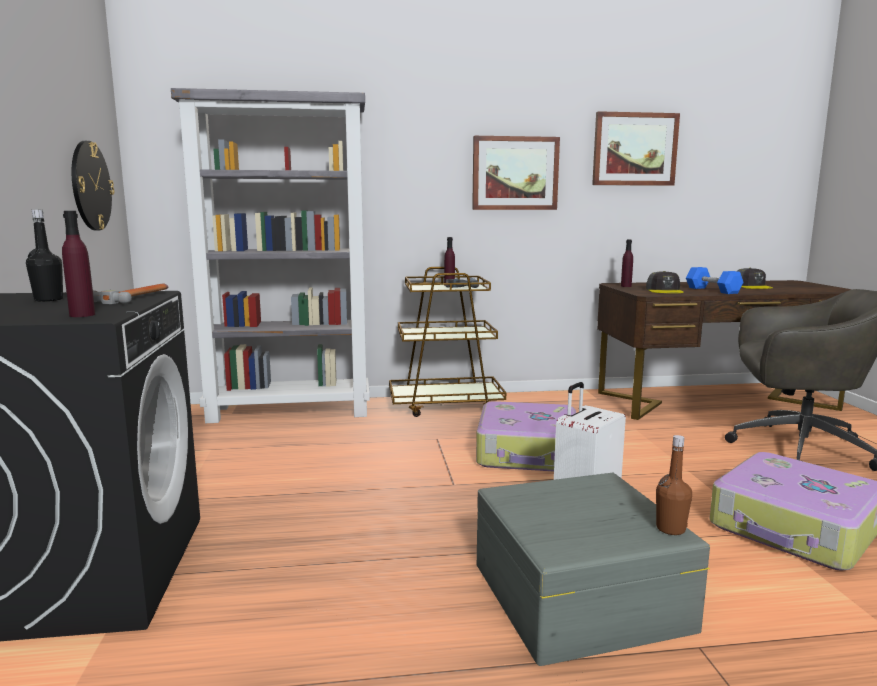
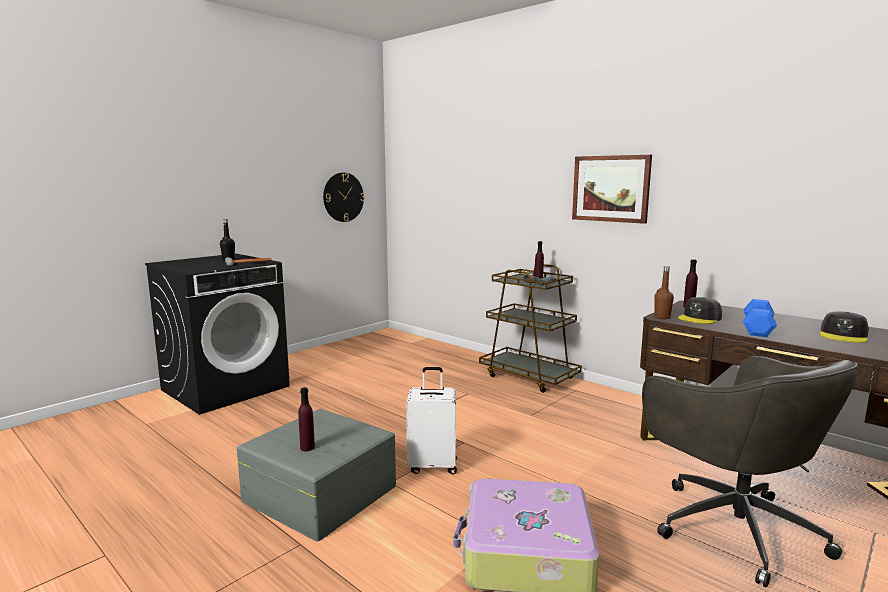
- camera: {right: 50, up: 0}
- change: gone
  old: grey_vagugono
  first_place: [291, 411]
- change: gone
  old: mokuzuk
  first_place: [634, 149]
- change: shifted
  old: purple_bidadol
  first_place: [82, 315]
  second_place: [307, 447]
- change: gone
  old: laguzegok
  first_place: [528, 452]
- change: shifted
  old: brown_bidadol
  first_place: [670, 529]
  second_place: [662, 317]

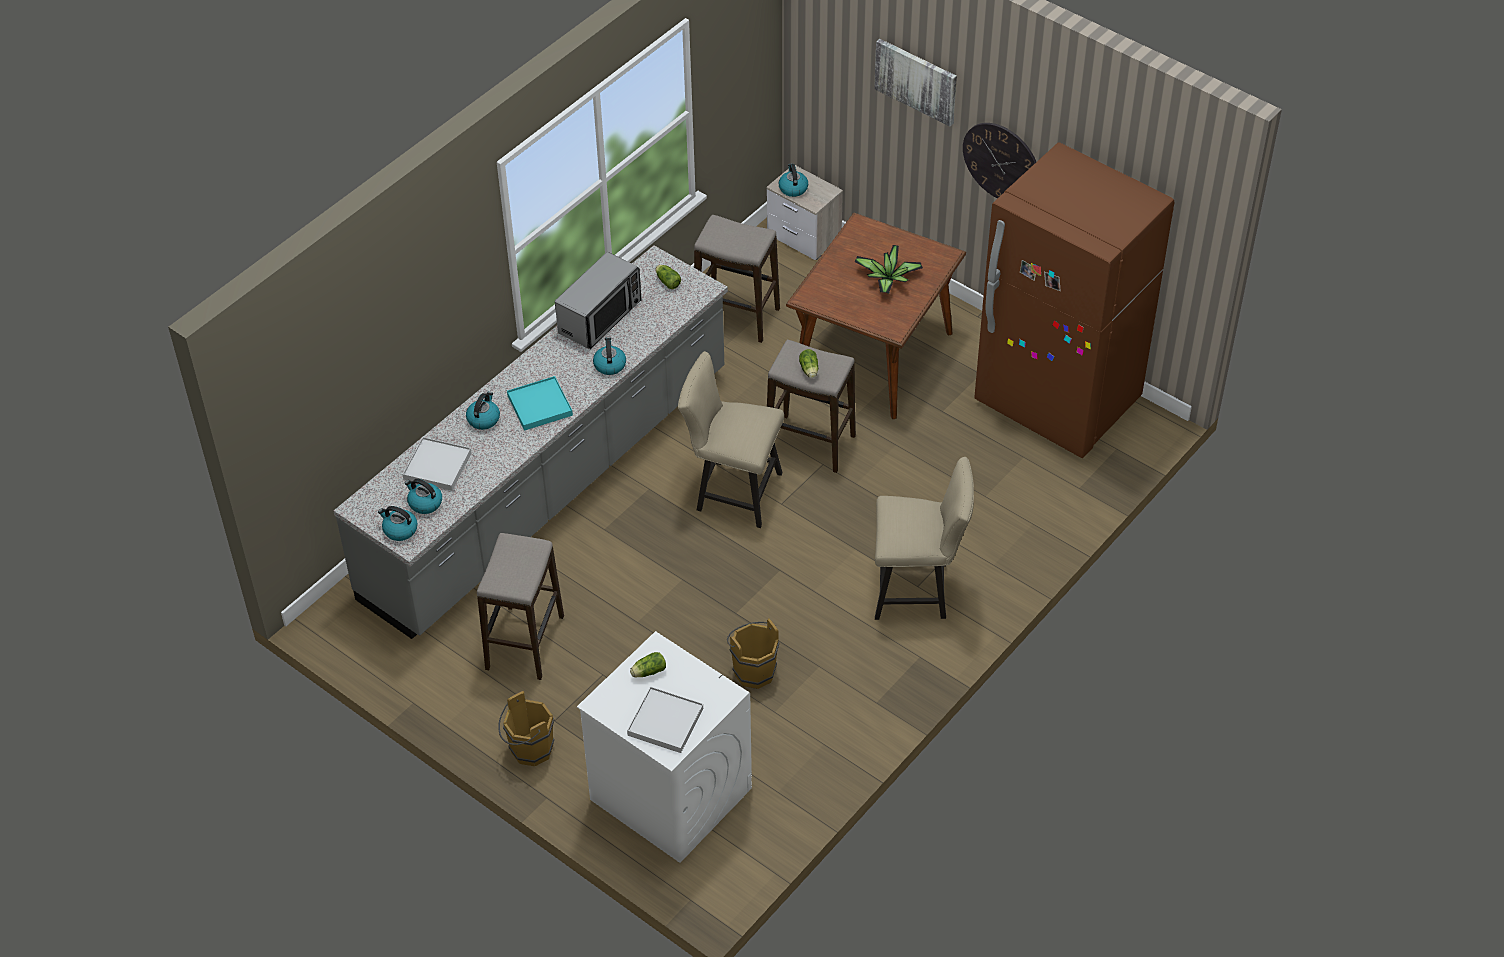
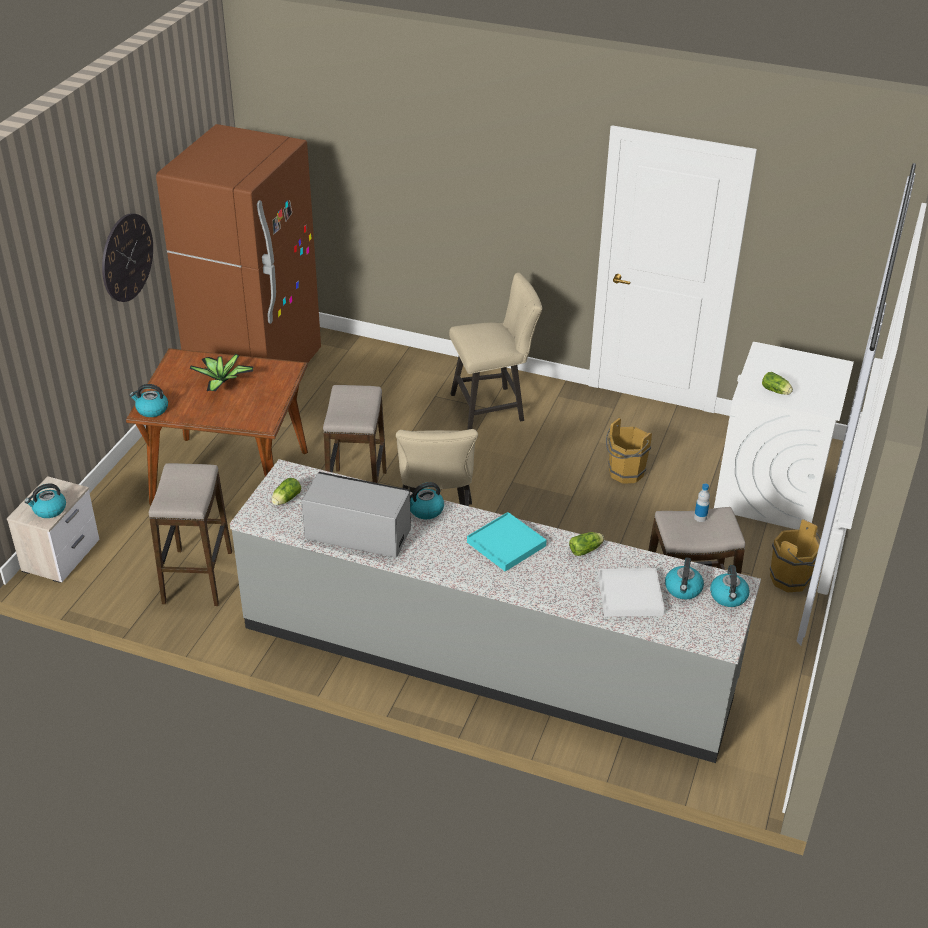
- camera: {right: -110, up: -10}
- change: gone
  old: mokuzuk
  first_place: [916, 81]
- change: shifted
  old: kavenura
  first_place: [809, 370]
  second_place: [586, 549]
- change: shifted
  old: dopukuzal
  first_place: [483, 419]
  second_place: [151, 410]
- change: rotated
  old: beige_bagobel
  first_place: [918, 590]
  second_place: [493, 407]
  degrees: 90
- change: gone
  old: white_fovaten
  first_place: [665, 722]
- change: new
  new: bidadol
  second_place: [700, 517]

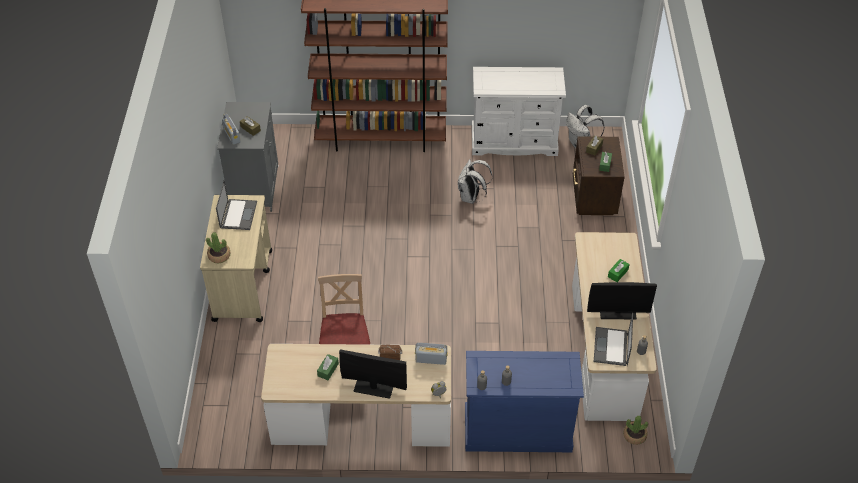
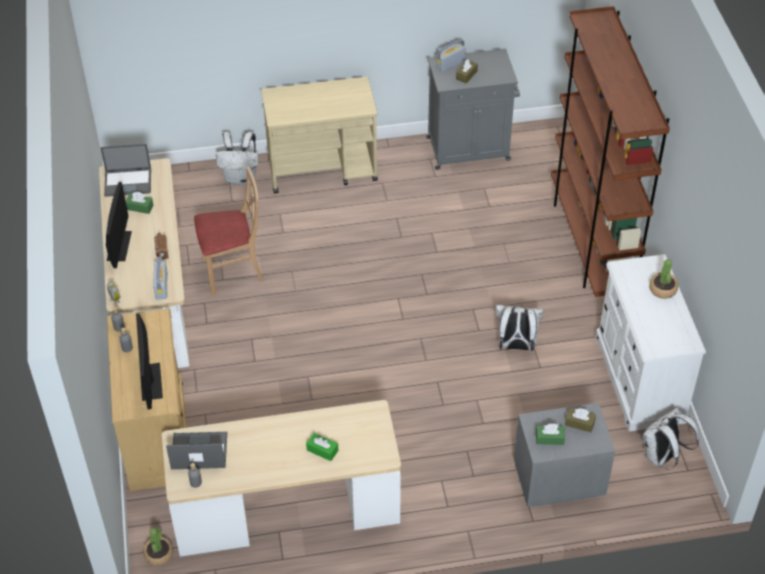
- camera: {right: 80, up: 0}
- change: repainted
  old: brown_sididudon
  new: grey_sididudon
  first_place: [593, 198]
  second_place: [556, 480]
- change: shifted
  old: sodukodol
  first_place: [238, 214]
  second_place: [128, 182]
- change: shifted
  old: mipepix
  first_place: [219, 256]
  second_place: [663, 289]
- change: shifted
  old: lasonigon
  first_place: [617, 312]
  second_place: [151, 381]
- change: repainted
  old: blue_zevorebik
  new: beige_zevorebik
  first_place: [517, 429]
  second_place: [157, 435]
- change: new
  new: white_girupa
  second_place: [241, 178]

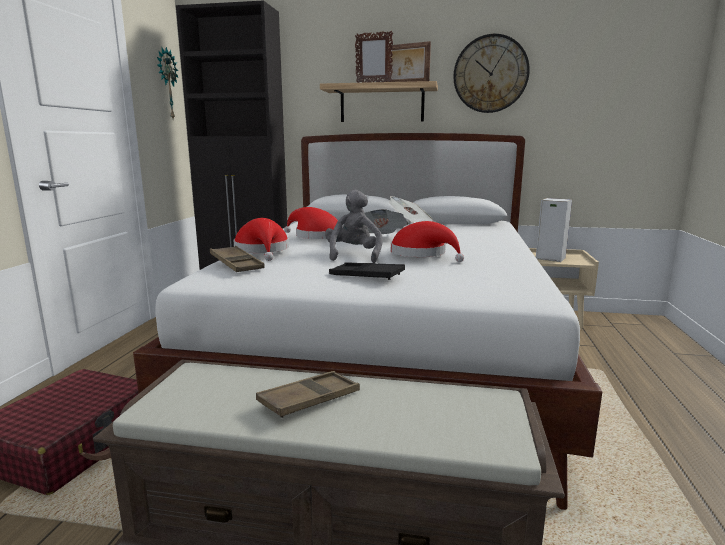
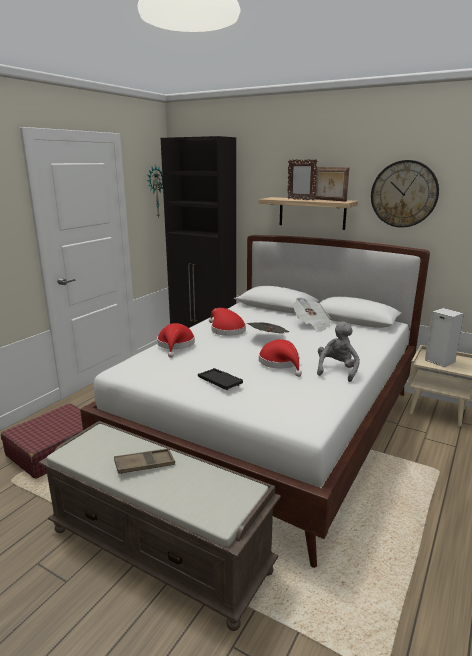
- camera: {right: 20, up: 5}
- change: shifted
  old: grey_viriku
  first_place: [353, 256]
  second_place: [337, 370]
- change: gone
  old: brown_fovaten
  first_place: [236, 264]

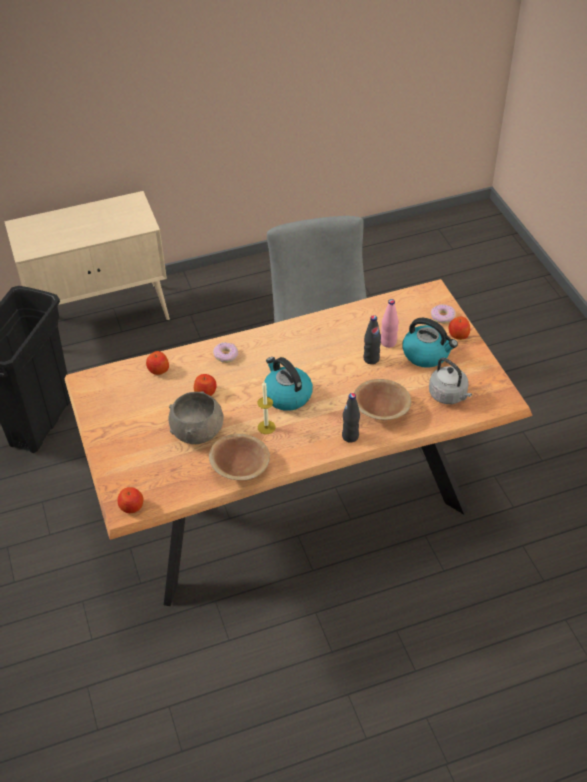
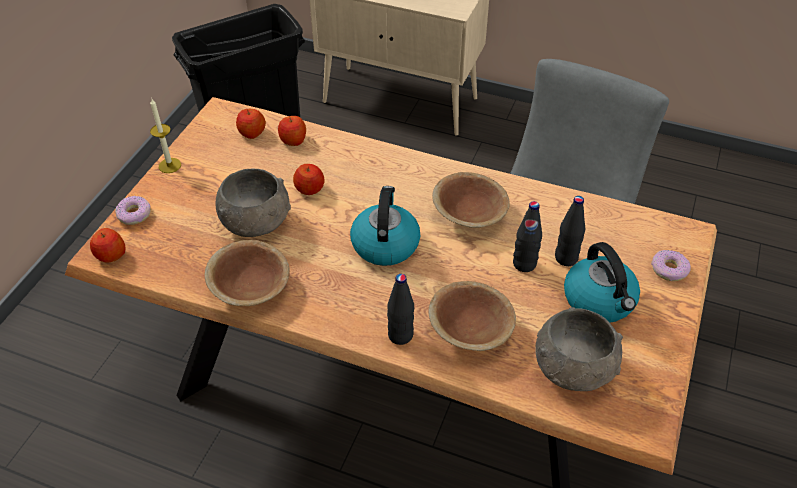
- camera: {right: 40, up: 0}
- change: repainted
  old: pink_bidadol
  new: black_bidadol
  first_place: [388, 342]
  second_place: [566, 258]
- change: shifted
  old: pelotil
  first_place: [458, 335]
  second_place: [252, 132]
- change: shifted
  old: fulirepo
  first_place: [226, 355]
  second_place: [134, 214]
- change: swapped
  old: grey_dopukuzal
  new: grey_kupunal
  first_place: [449, 395]
  second_place: [574, 369]
- change: shifted
  old: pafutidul
  first_place: [266, 427]
  second_place: [169, 165]
- change: new
  new: brown_kupunal
  second_place: [469, 214]

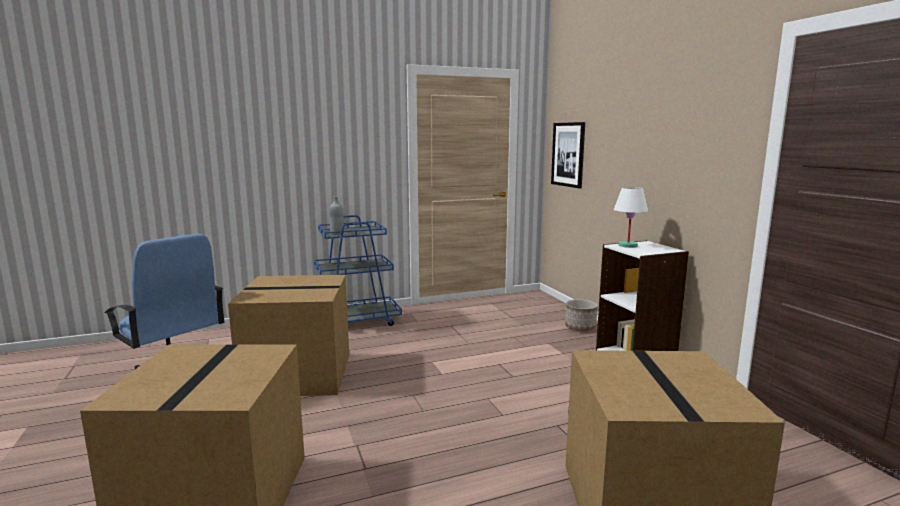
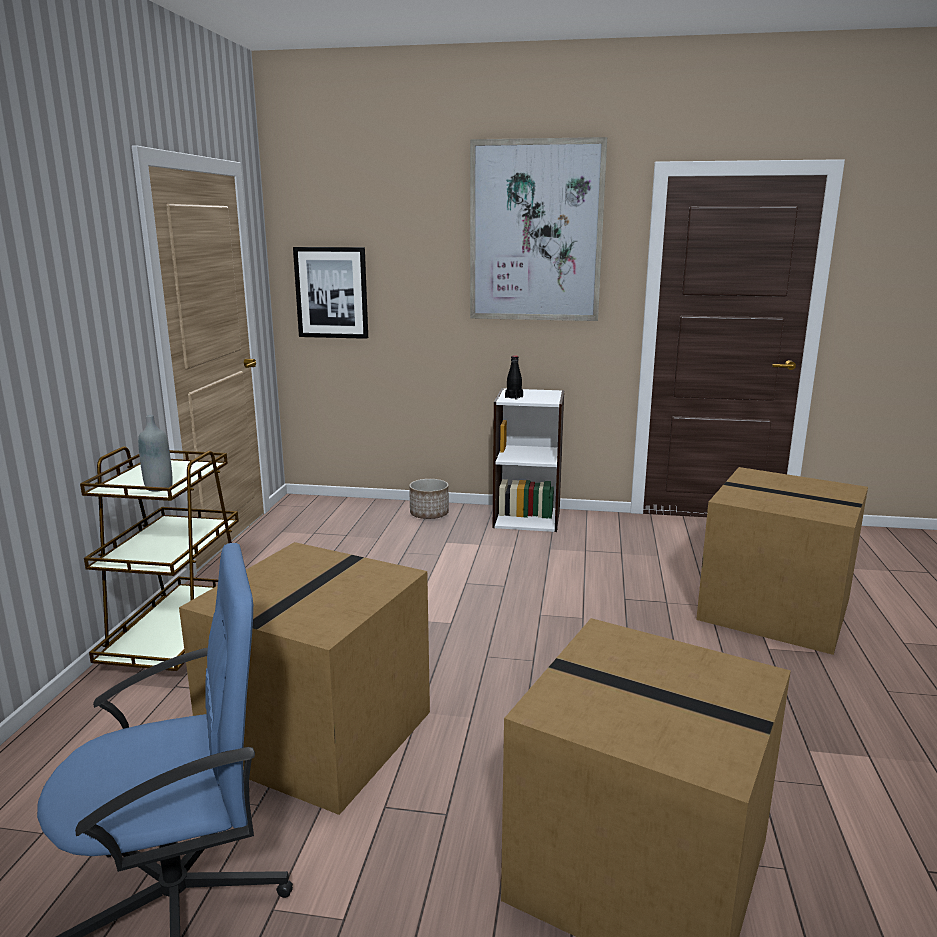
- camera: {right: -60, up: 5}
- change: swapped
  old: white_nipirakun
  new: black_bidadol
  first_place: [627, 245]
  second_place: [514, 397]
- change: repainted
  old: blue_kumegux
  new: brown_kumegux
  first_place: [356, 321]
  second_place: [180, 639]
- change: new
  new: mokuzuk
  second_place: [535, 232]

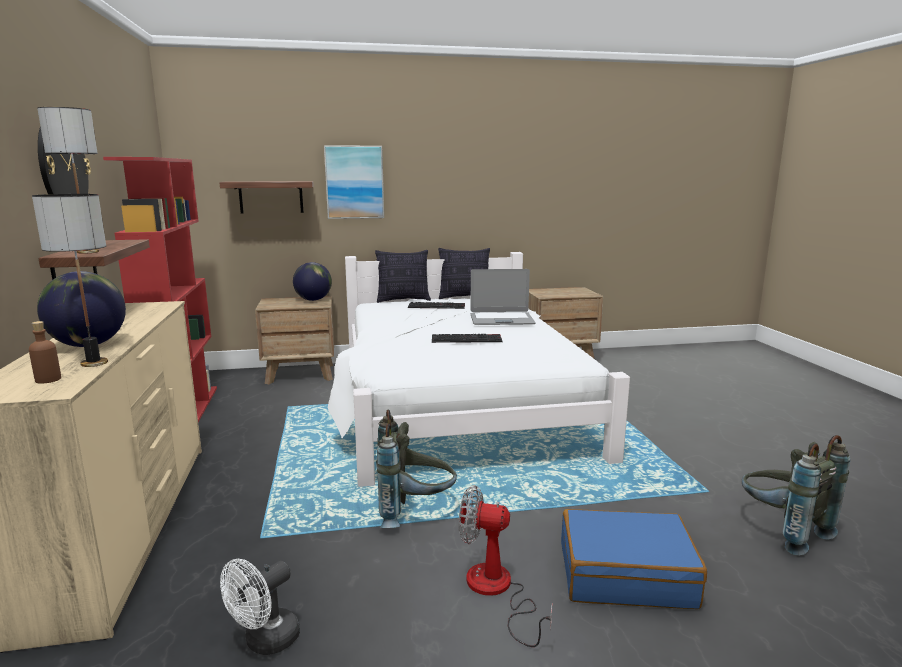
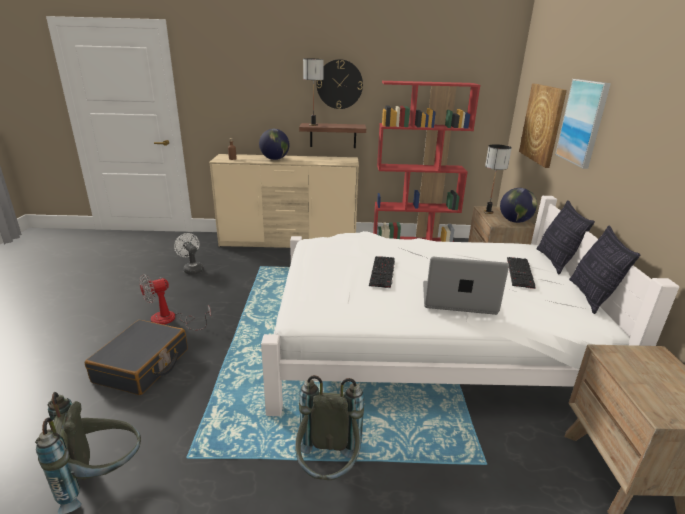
- camera: {right: 100, up: 10}
- change: swapped
  old: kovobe
  new: mokuzuk
  first_place: [271, 197]
  second_place: [542, 124]
- change: shifted
  old: nipirakun
  first_place: [94, 363]
  second_place: [488, 212]
- change: rotated
  old: sodukodol
  first_place: [501, 320]
  second_place: [458, 299]
  degrees: 90
- change: shifted
  old: grey_girupa
  first_place: [414, 512]
  second_place: [328, 470]
- change: rotated
  old: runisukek
  first_place: [496, 591]
  second_place: [171, 320]
  degrees: -150
- change: repainted
  old: blue_laguzegok
  new: black_laguzegok
  first_place: [625, 574]
  second_place: [142, 366]

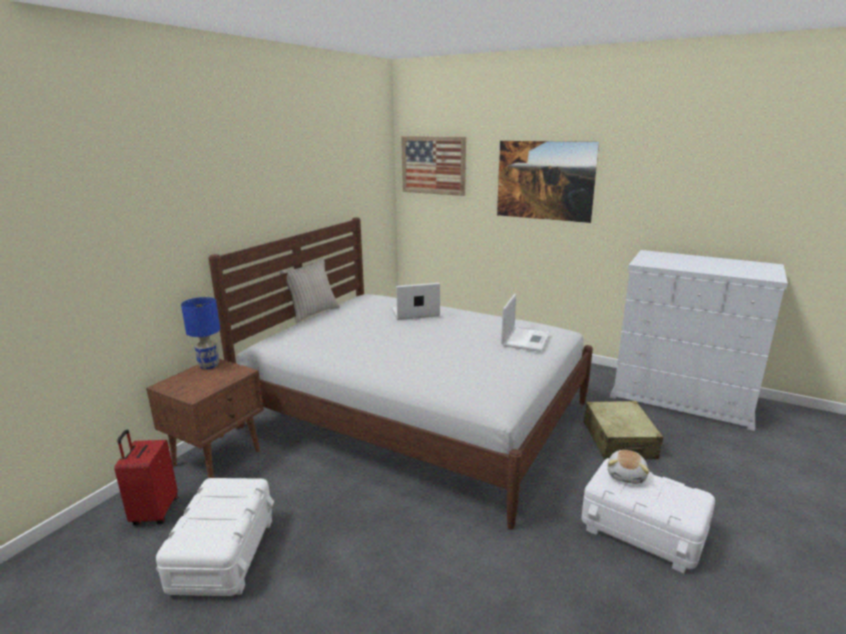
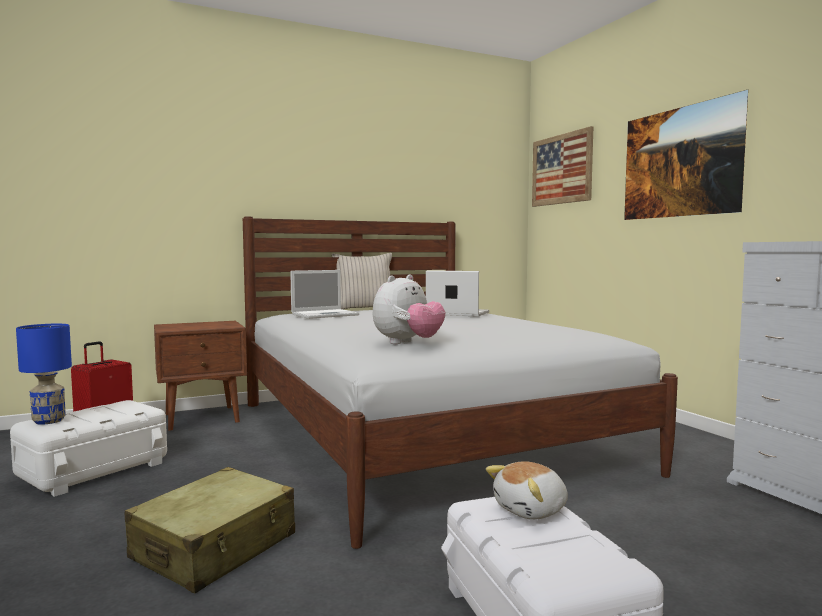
- camera: {right: 35, up: -15}
- change: shifted
  old: sodukodol
  first_place: [525, 339]
  second_place: [326, 314]
- change: shifted
  old: blue_nipirakun
  first_place: [209, 365]
  second_place: [49, 421]
- change: shifted
  old: beige_laguzegok
  first_place: [619, 440]
  second_place: [215, 547]
- change: new
  new: viriku
  second_place: [408, 343]

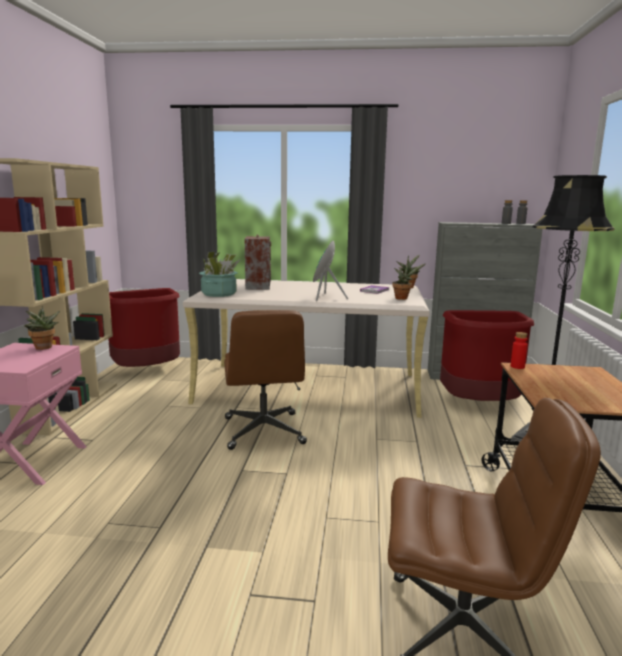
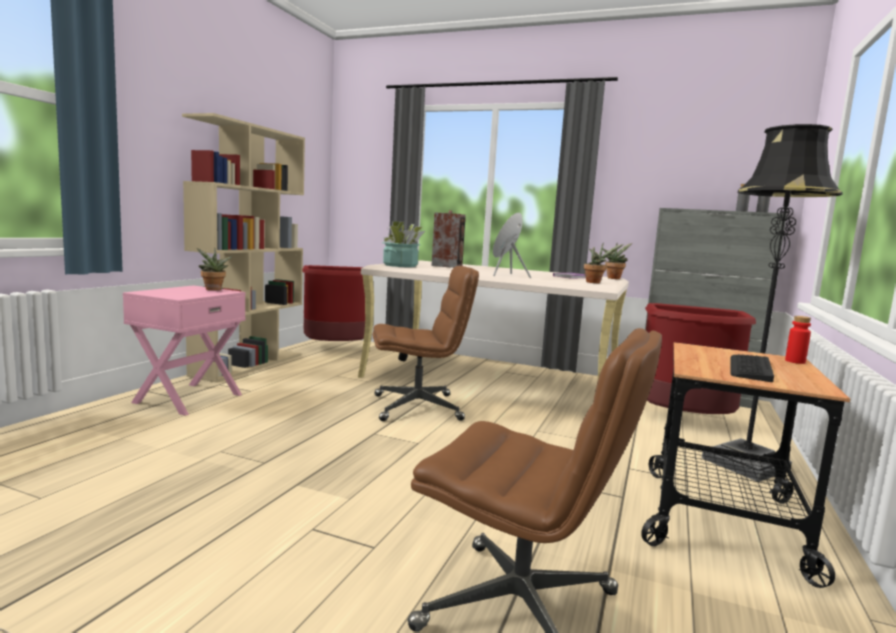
- camera: {right: 15, up: -5}
- change: rotated
  old: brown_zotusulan
  first_place: [264, 431]
  second_place: [418, 407]
  degrees: -105
- change: shifted
  old: red_bidadol
  first_place: [517, 366]
  second_place: [795, 361]
- change: new
  new: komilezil
  second_place: [750, 368]

